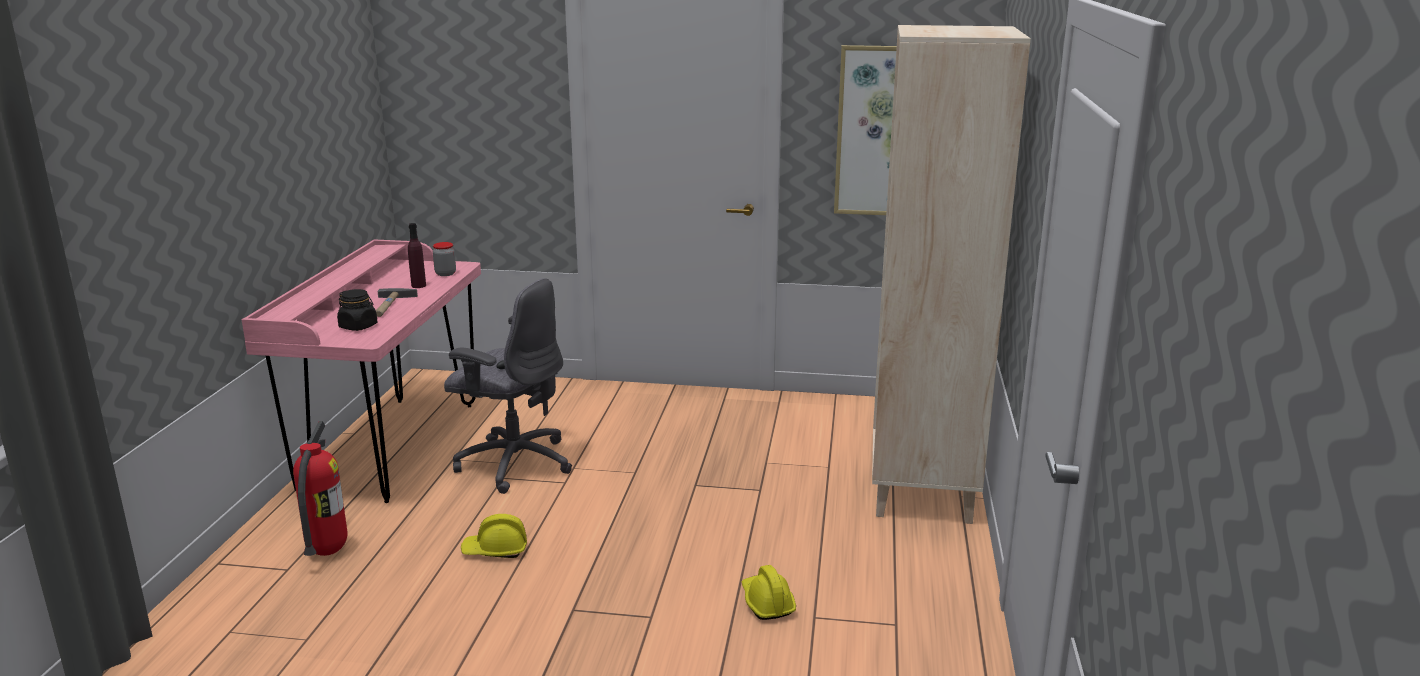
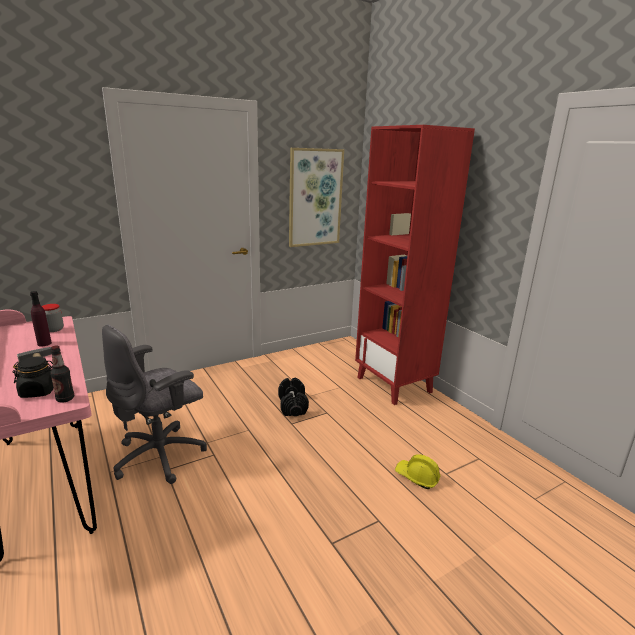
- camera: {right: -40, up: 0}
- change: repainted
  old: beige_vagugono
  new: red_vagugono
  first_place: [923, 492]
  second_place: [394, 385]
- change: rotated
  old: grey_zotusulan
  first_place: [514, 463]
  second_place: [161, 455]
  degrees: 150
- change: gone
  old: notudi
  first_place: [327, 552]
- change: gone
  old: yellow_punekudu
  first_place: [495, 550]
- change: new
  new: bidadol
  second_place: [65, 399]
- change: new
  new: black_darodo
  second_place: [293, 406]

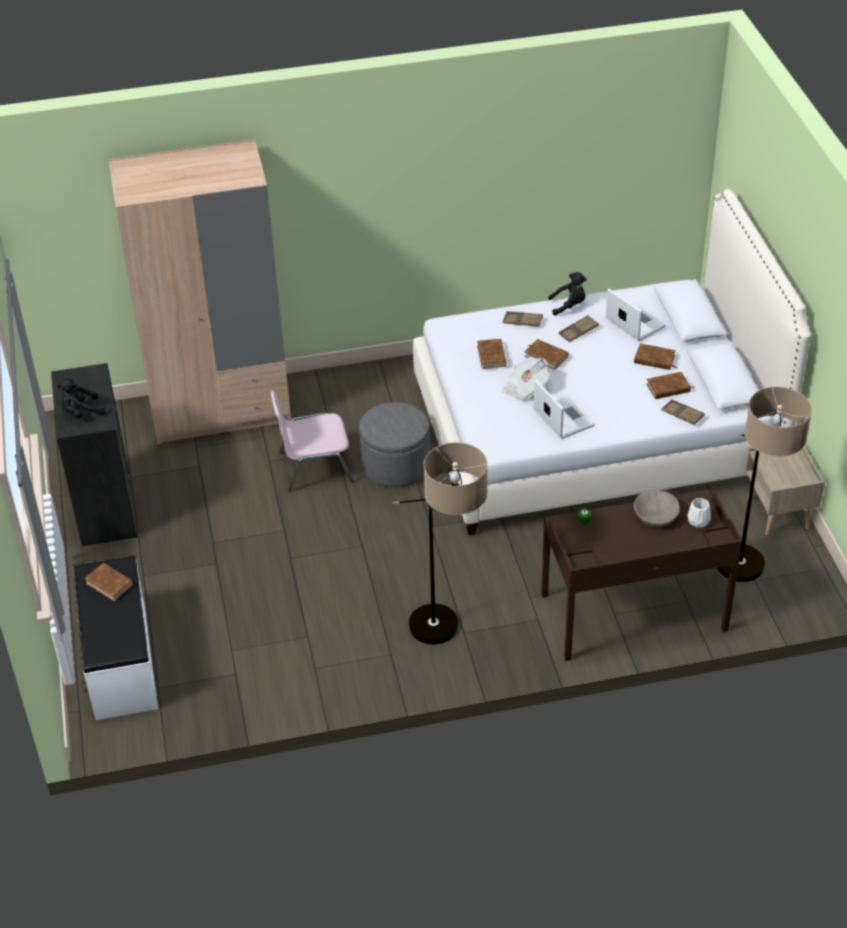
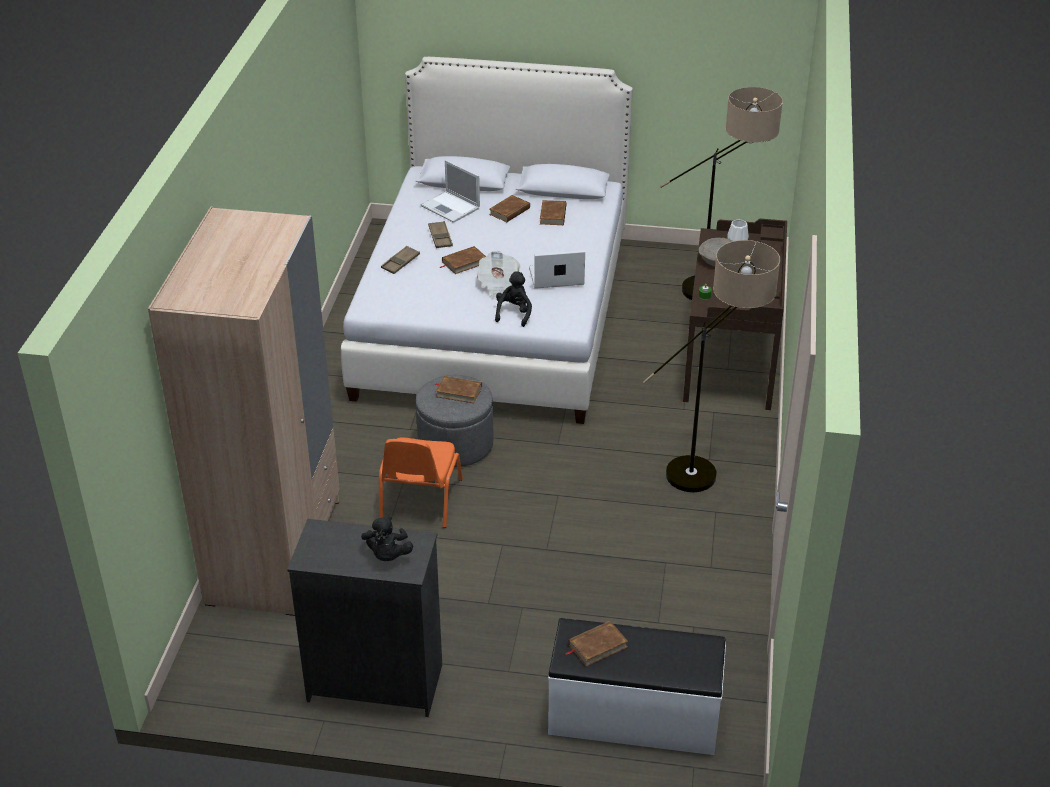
- camera: {right: -70, up: -5}
- change: shifted
  old: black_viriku
  first_place: [569, 305]
  second_place: [514, 313]
- change: rotated
  old: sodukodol
  first_place: [634, 322]
  second_place: [451, 207]
  degrees: -120
- change: shifted
  old: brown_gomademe
  first_place: [492, 356]
  second_place: [459, 392]
- change: repainted
  old: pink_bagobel
  new: orange_bagobel
  first_place: [314, 467]
  second_place: [419, 500]
- change: gone
  old: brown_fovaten
  first_place: [682, 414]
- change: gone
  old: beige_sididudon
  first_place: [778, 513]

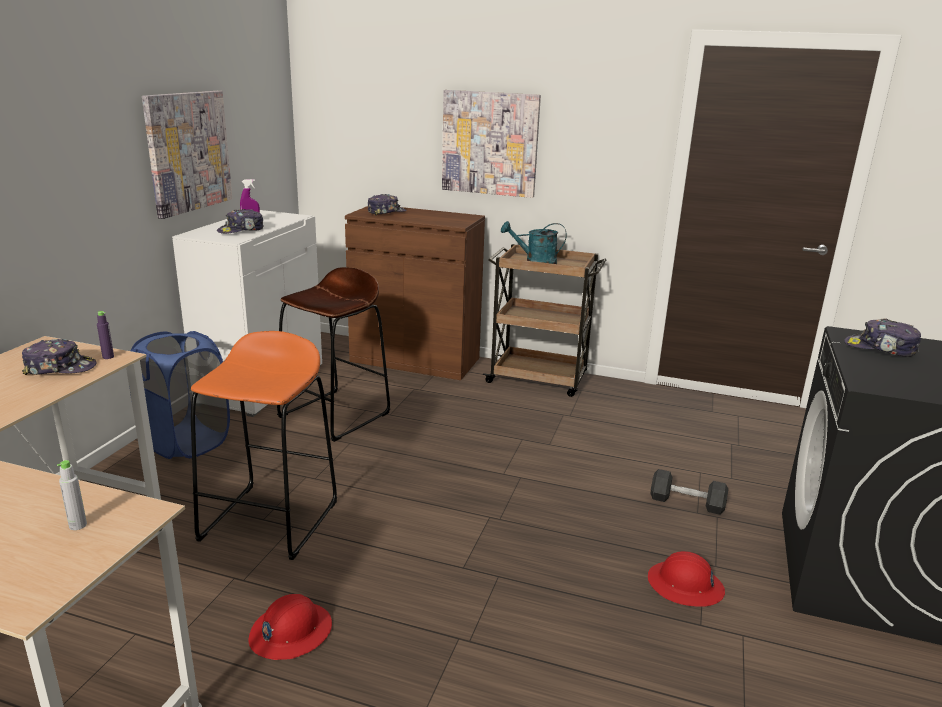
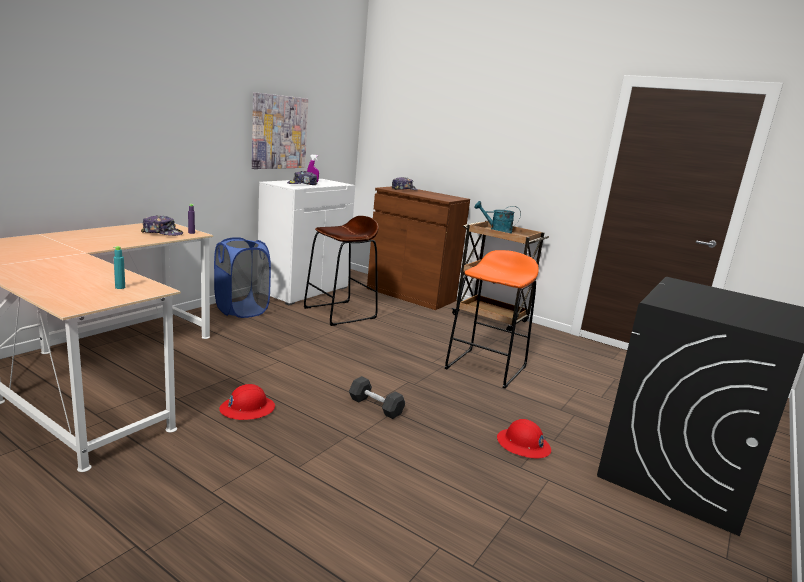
- camera: {right: 15, up: -5}
- change: gone
  old: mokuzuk
  first_place: [490, 143]
- change: gone
  old: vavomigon
  first_place: [880, 349]
- change: shifted
  old: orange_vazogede
  first_place: [270, 520]
  second_place: [486, 367]
- change: repainted
  old: grey_bidadol
  new: turquoise_bidadol
  first_place: [78, 525]
  second_place: [120, 287]
- change: shifted
  old: black_darodo
  first_place: [686, 502]
  second_place: [375, 406]

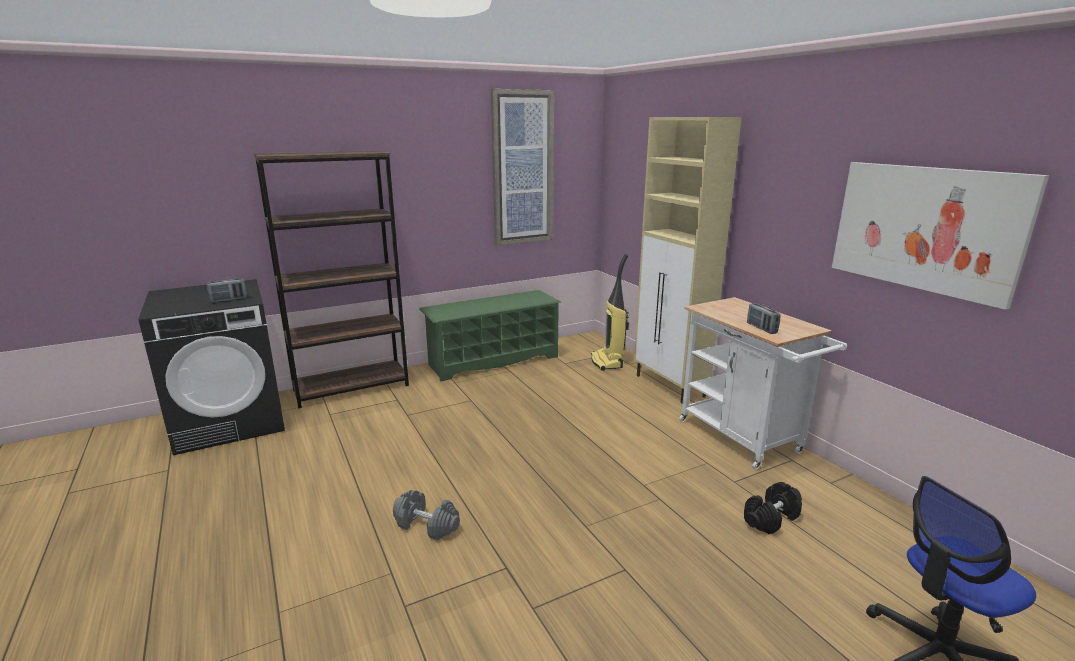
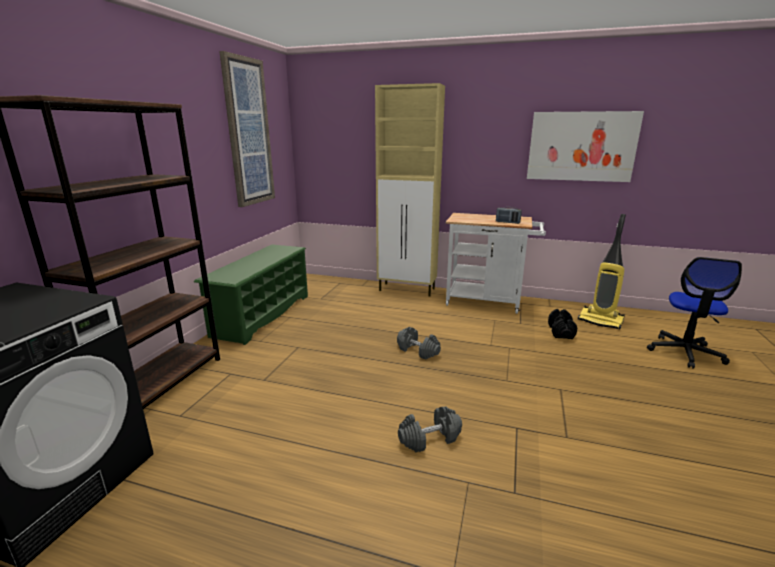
- camera: {right: -45, up: 0}
- change: shifted
  old: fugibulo
  first_place: [607, 362]
  second_place: [601, 321]
- change: gone
  old: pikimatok
  first_place: [228, 300]
- change: new
  new: grey_darodo
  second_place: [418, 351]

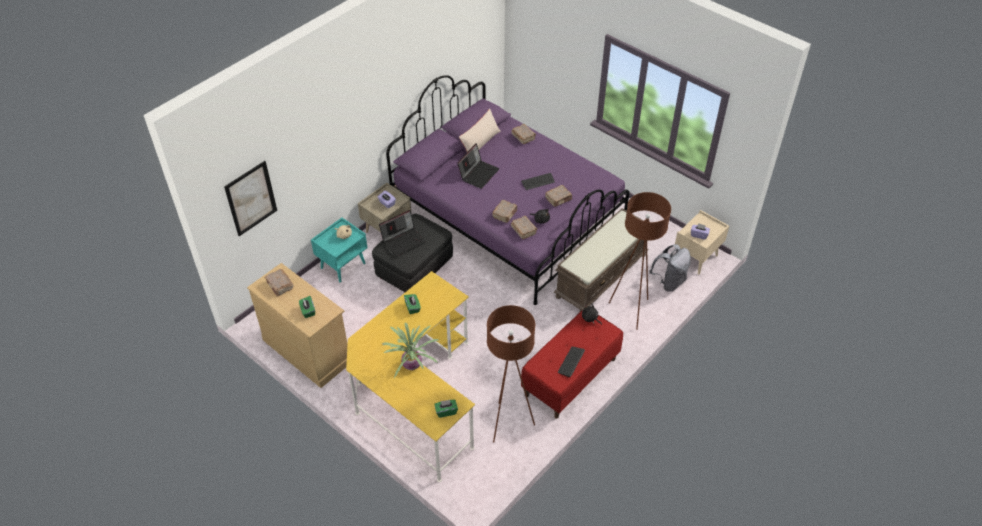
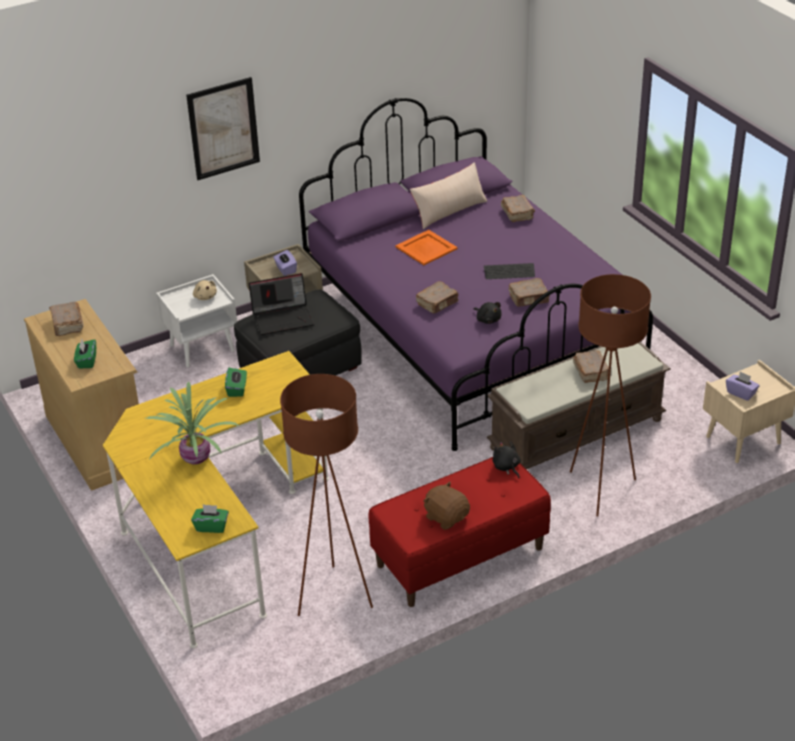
- camera: {right: 20, up: -10}
- change: swapped
  old: sodukodol
  new: orange_fovaten
  first_place: [478, 174]
  second_place: [426, 247]
- change: shifted
  old: mokuzuk
  first_place: [251, 198]
  second_place: [223, 128]
- change: shifted
  old: brown_gomademe
  first_place: [523, 230]
  second_place: [591, 372]
- change: repainted
  old: turquoise_sididudon
  new: white_sididudon
  first_place: [343, 265]
  second_place: [202, 347]
- change: gone
  old: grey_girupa
  first_place: [669, 282]
- change: swapped
  old: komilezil
  new: brown_viriku
  first_place: [571, 362]
  second_place: [446, 517]

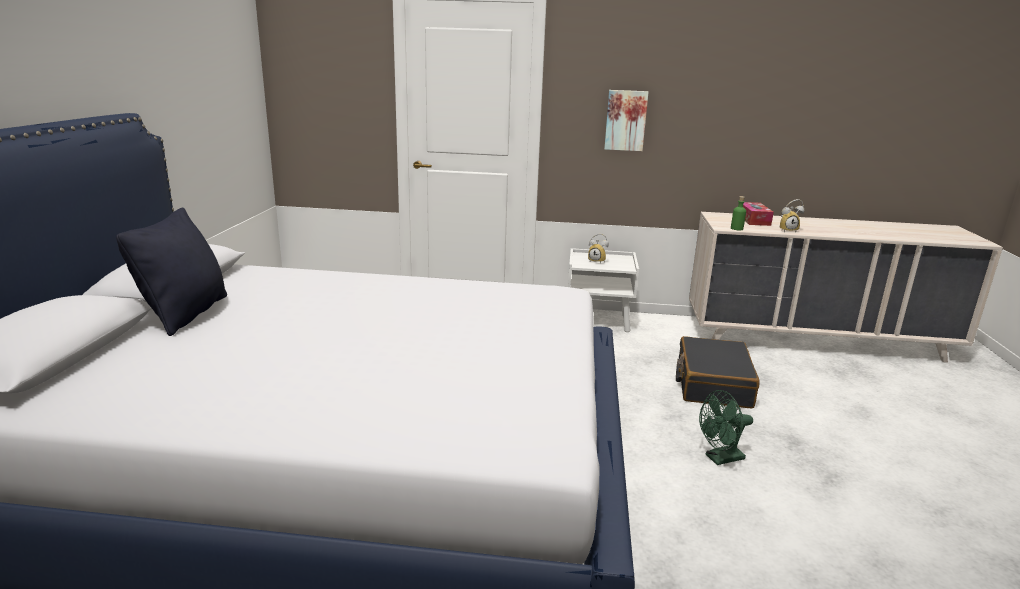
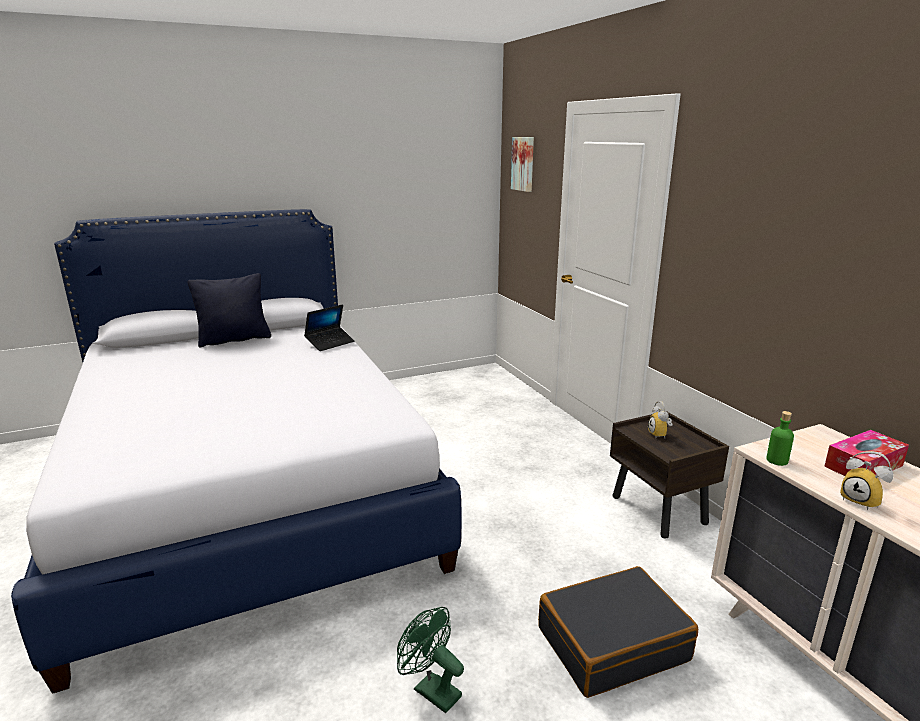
- camera: {right: 60, up: 0}
- change: shifted
  old: mokuzuk
  first_place: [625, 120]
  second_place: [524, 164]
- change: repainted
  old: white_sididudon
  new: brown_sididudon
  first_place: [598, 321]
  second_place: [659, 510]
- change: new
  new: sodukodol
  second_place: [330, 343]

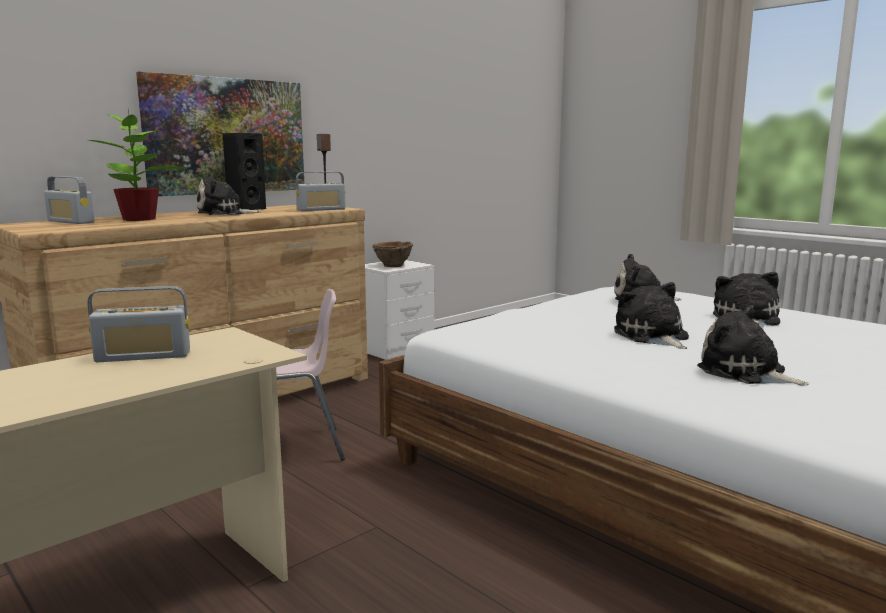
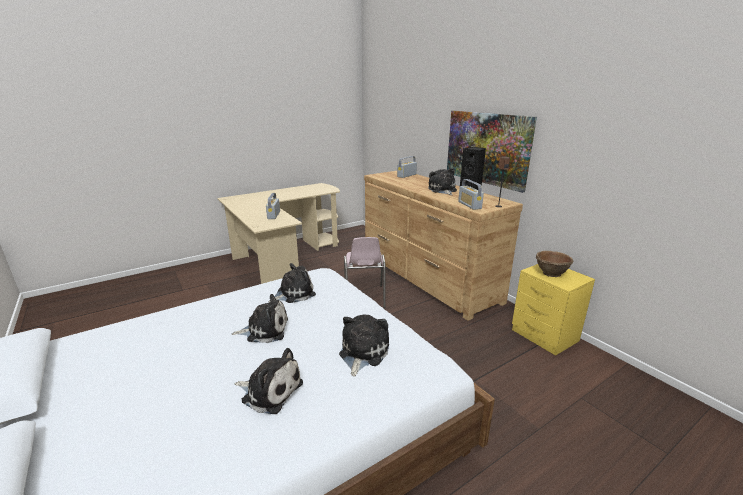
- camera: {right: 100, up: 10}
- change: gone
  old: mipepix
  first_place: [139, 219]
- change: repainted
  old: white_sididudon
  new: yellow_sididudon
  first_place: [396, 348]
  second_place: [545, 336]
- change: shifted
  old: viriku
  first_place: [745, 372]
  second_place: [293, 293]

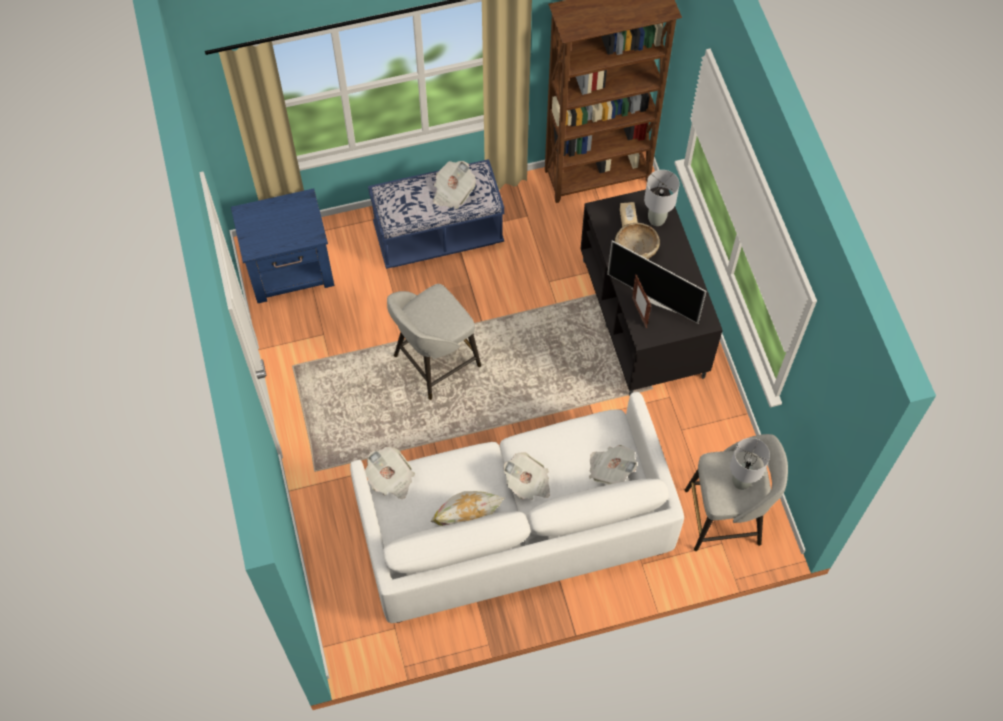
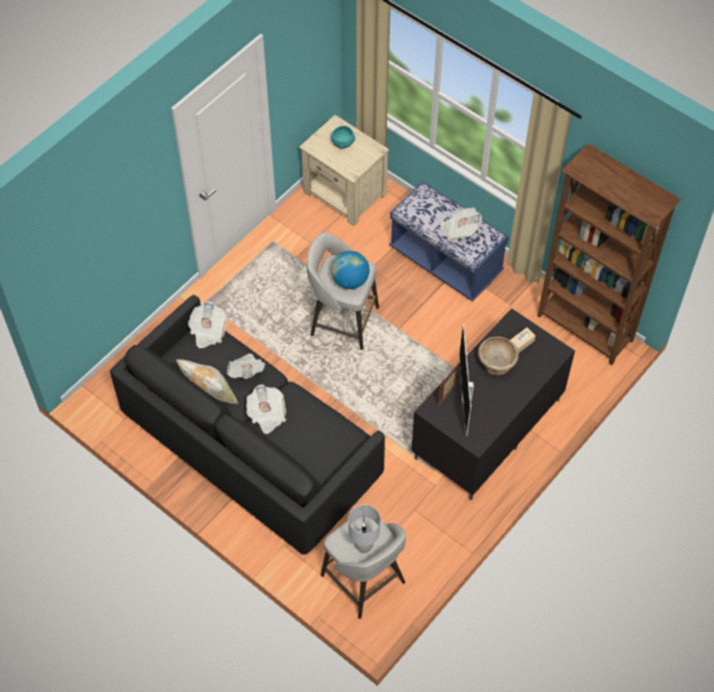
- camera: {right: 55, up: -5}
- change: gone
  old: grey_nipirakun
  first_place: [657, 219]
- change: repainted
  old: blue_sididudon
  new: beige_sididudon
  first_place: [291, 269]
  second_place: [345, 194]
- change: repainted
  old: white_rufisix
  new: black_rufisix
  first_place: [513, 528]
  second_place: [250, 446]
- change: shifted
  old: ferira
  first_place: [610, 469]
  second_place: [246, 371]
- change: new
  new: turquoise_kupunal
  second_place: [342, 144]
- change: new
  new: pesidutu
  second_place: [350, 281]

